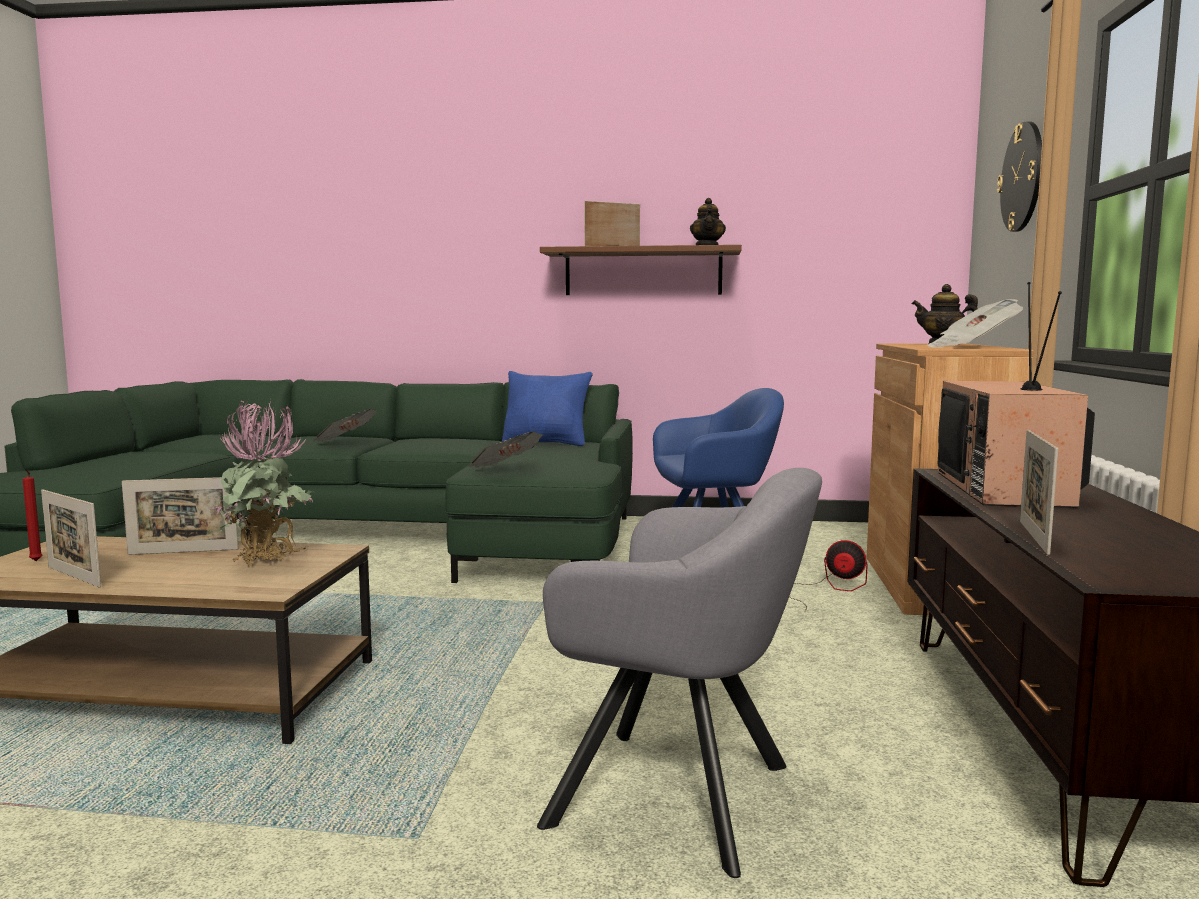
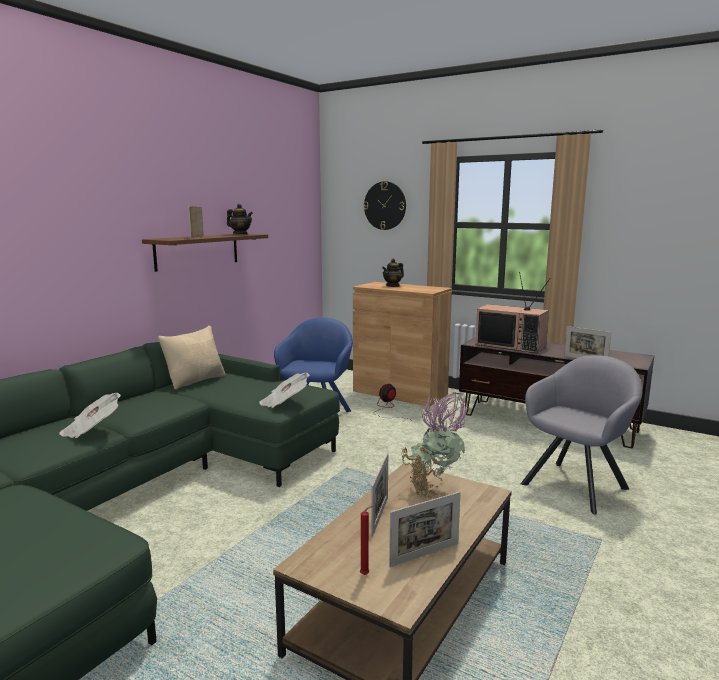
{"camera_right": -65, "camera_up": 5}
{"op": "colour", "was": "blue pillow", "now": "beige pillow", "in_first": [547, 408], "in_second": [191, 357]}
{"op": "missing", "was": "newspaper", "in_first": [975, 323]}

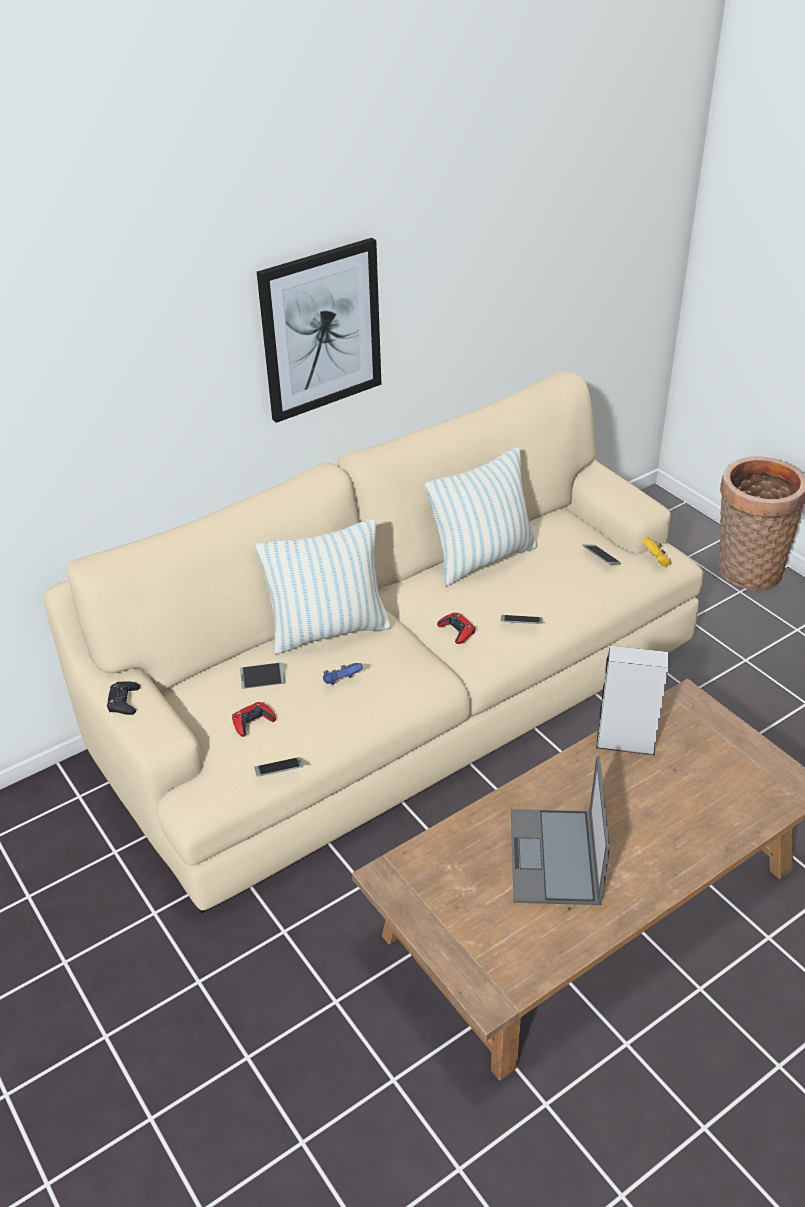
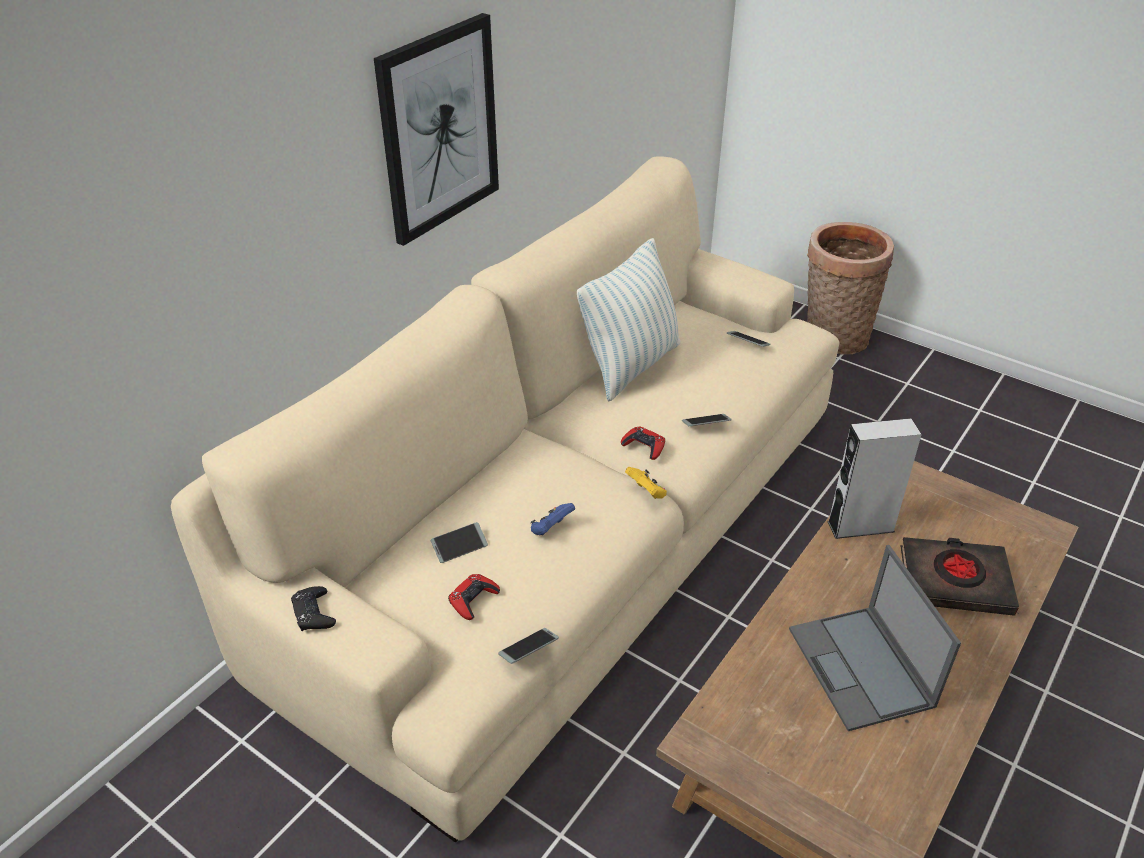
{"camera_right": -20, "camera_up": 0}
{"op": "relocated", "was": "yellow game controller", "in_first": [656, 552], "in_second": [646, 483]}
{"op": "appeared", "now": "black book", "in_second": [960, 576]}
{"op": "missing", "was": "pillow", "in_first": [323, 586]}

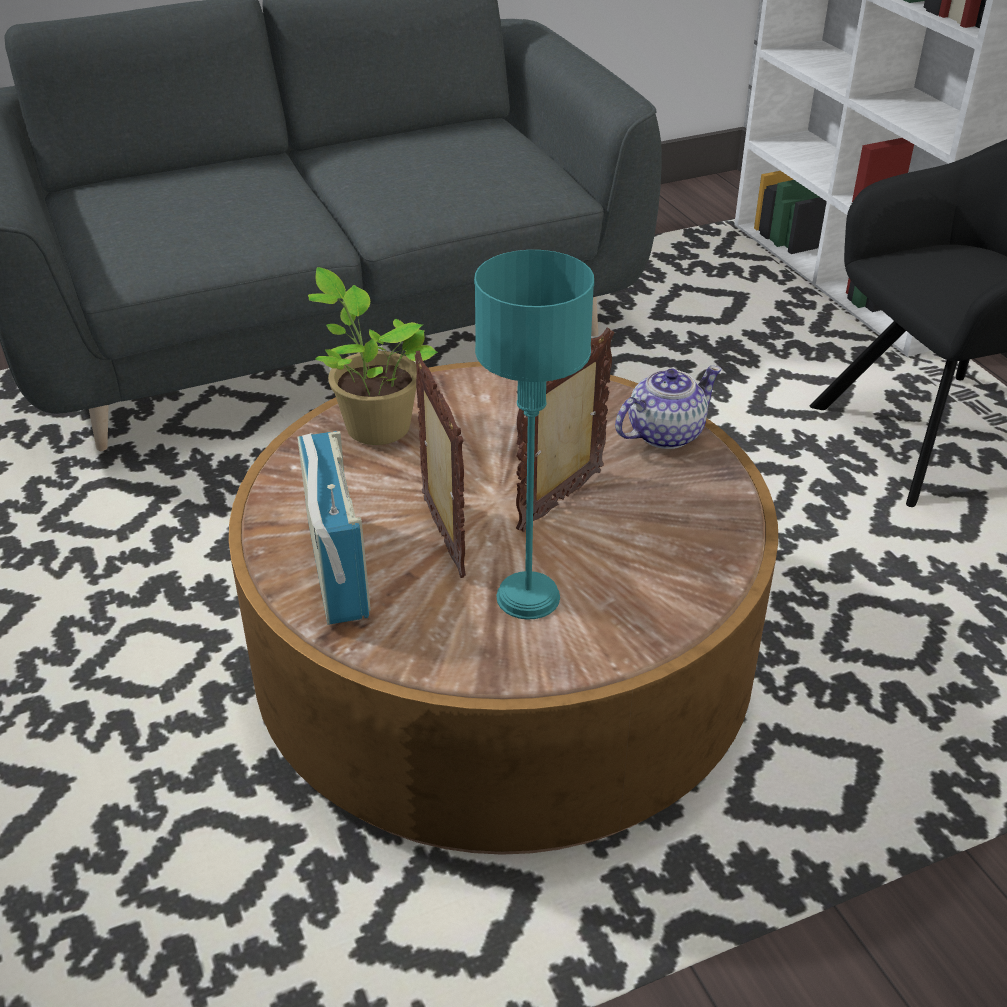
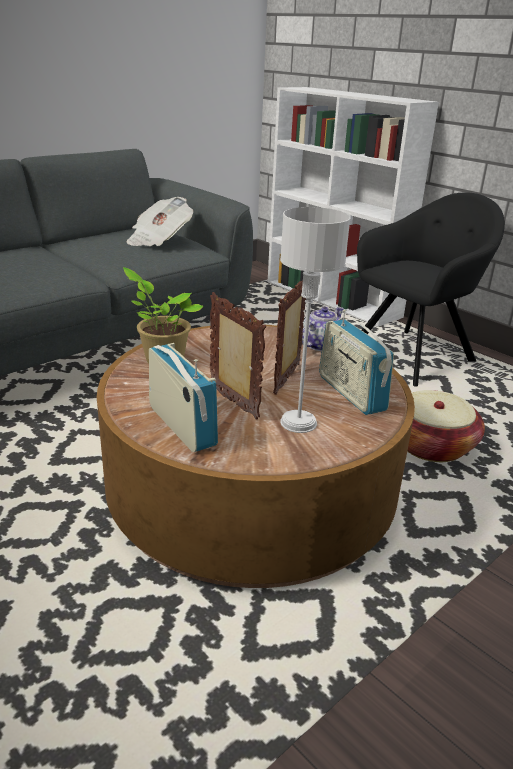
{"camera_right": -20, "camera_up": -10}
{"op": "appeared", "now": "newspaper", "in_second": [160, 221]}
{"op": "colour", "was": "turquoise table lamp", "now": "grey table lamp", "in_first": [534, 435], "in_second": [315, 320]}
{"op": "appeared", "now": "radio", "in_second": [356, 362]}
{"op": "appeared", "now": "basket", "in_second": [446, 426]}

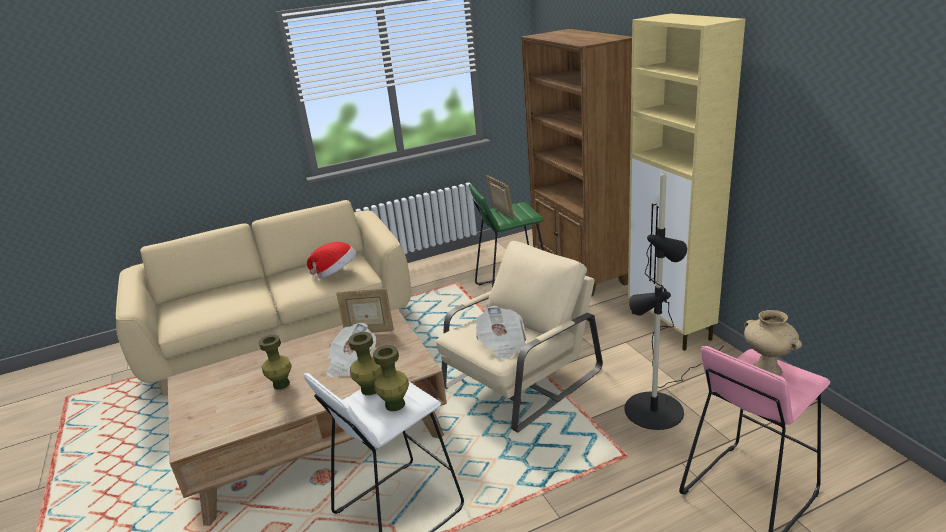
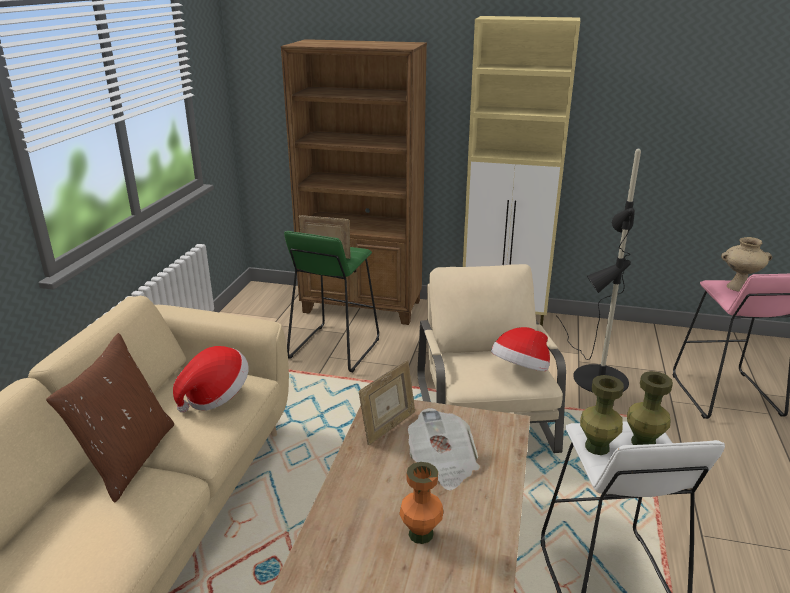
{"camera_right": -55, "camera_up": 0}
{"op": "appeared", "now": "brown pillow", "in_second": [110, 418]}
{"op": "colour", "was": "green vase", "now": "orange vase", "in_first": [275, 362], "in_second": [421, 503]}
{"op": "exchanged", "was": "newspaper", "now": "hat", "in_first": [501, 333], "in_second": [520, 349]}

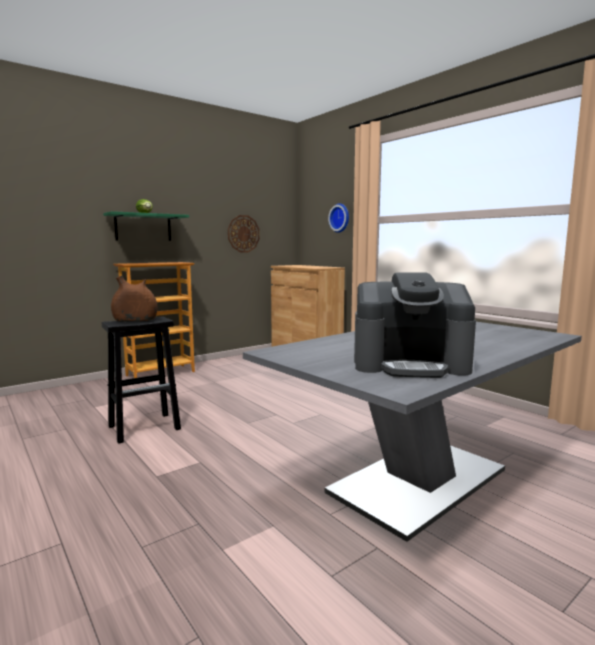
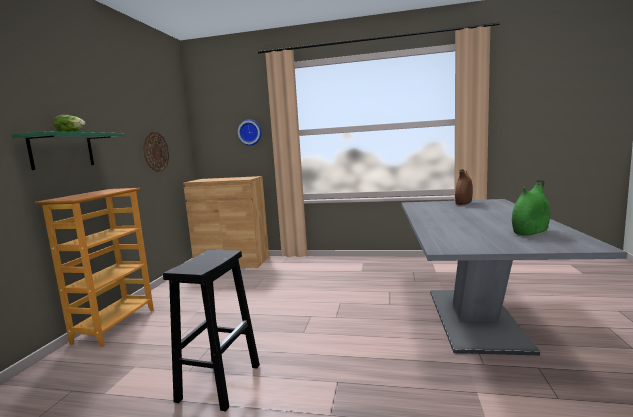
{"camera_right": -40, "camera_up": 0}
{"op": "relocated", "was": "brown vase", "in_first": [134, 299], "in_second": [464, 187]}
{"op": "exchanged", "was": "coffee machine", "now": "green vase", "in_first": [415, 325], "in_second": [531, 207]}

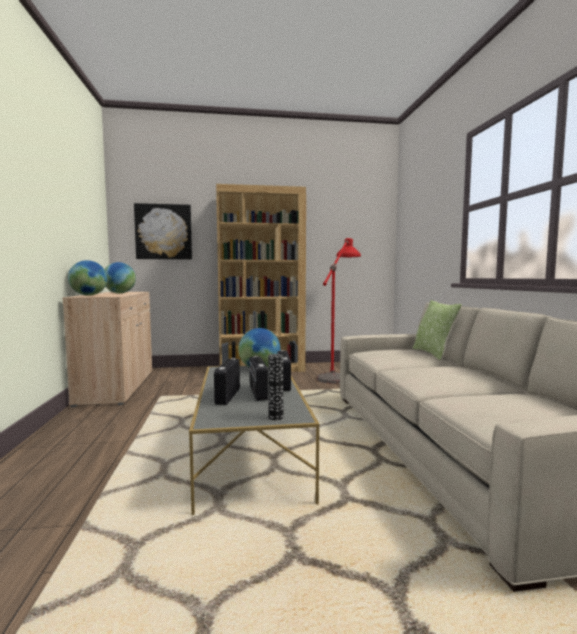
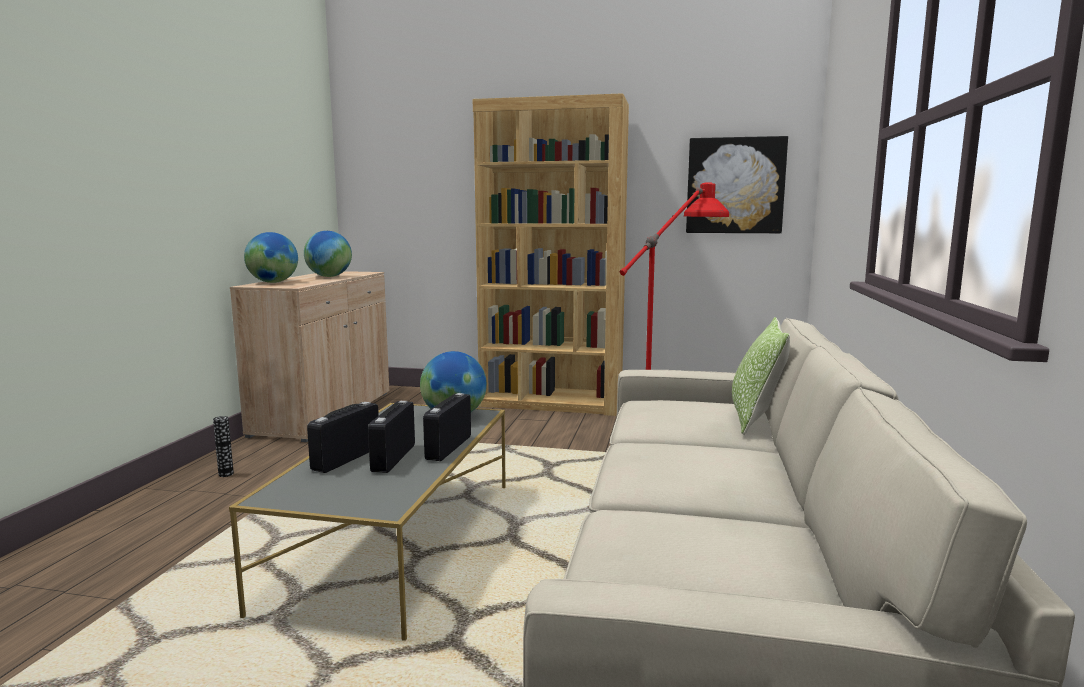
{"camera_right": 20, "camera_up": 5}
{"op": "relocated", "was": "vase", "in_first": [275, 387], "in_second": [223, 446]}
{"op": "relocated", "was": "picture", "in_first": [163, 231], "in_second": [737, 184]}

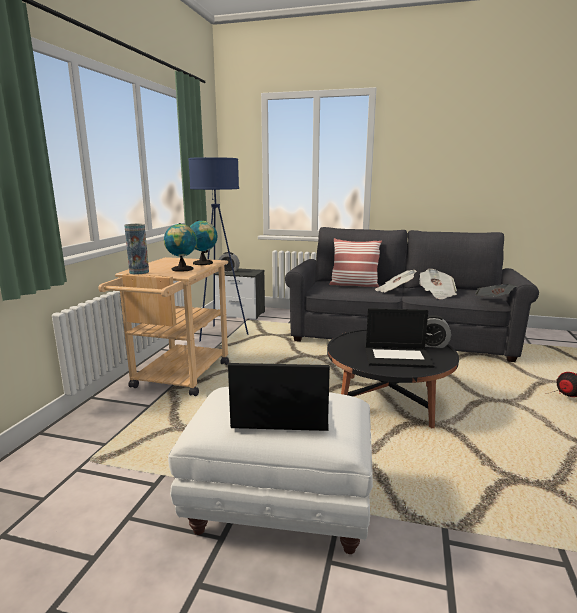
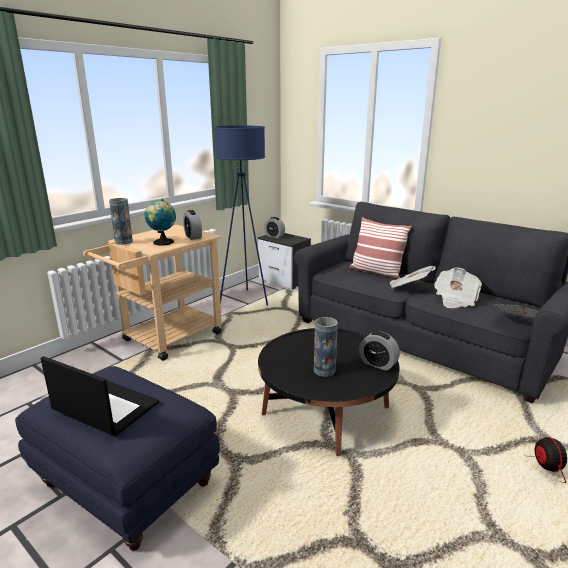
{"camera_right": 25, "camera_up": 5}
{"op": "colour", "was": "white ottoman", "now": "blue ottoman", "in_first": [270, 470], "in_second": [117, 458]}
{"op": "exchanged", "was": "globe", "now": "alarm clock", "in_first": [204, 242], "in_second": [192, 225]}
{"op": "exchanged", "was": "laptop", "now": "vase", "in_first": [400, 338], "in_second": [326, 347]}

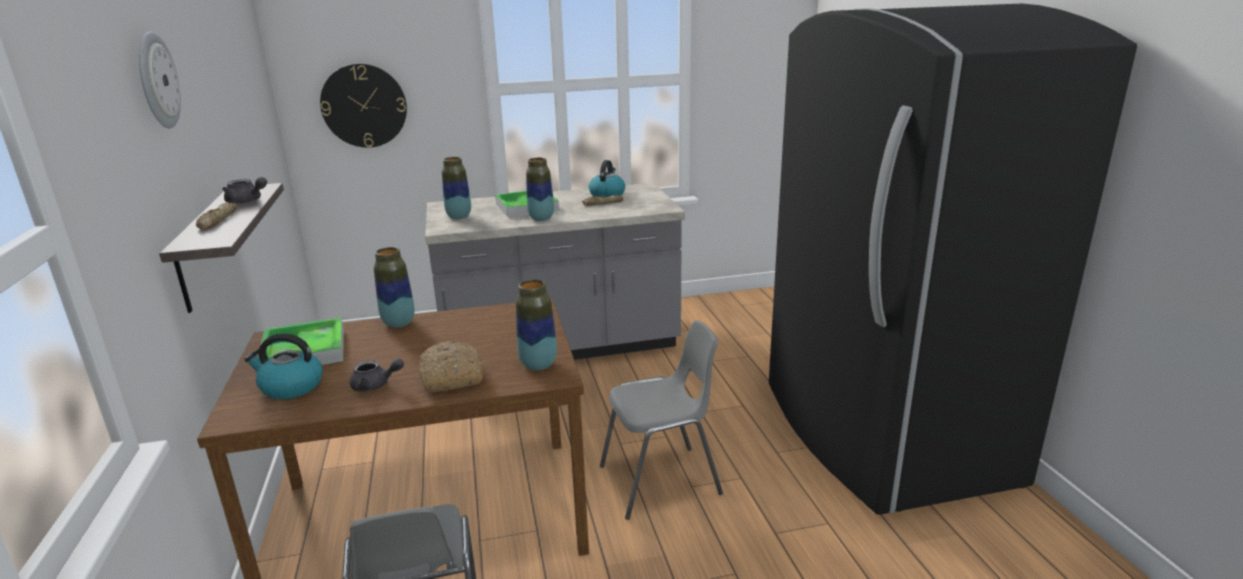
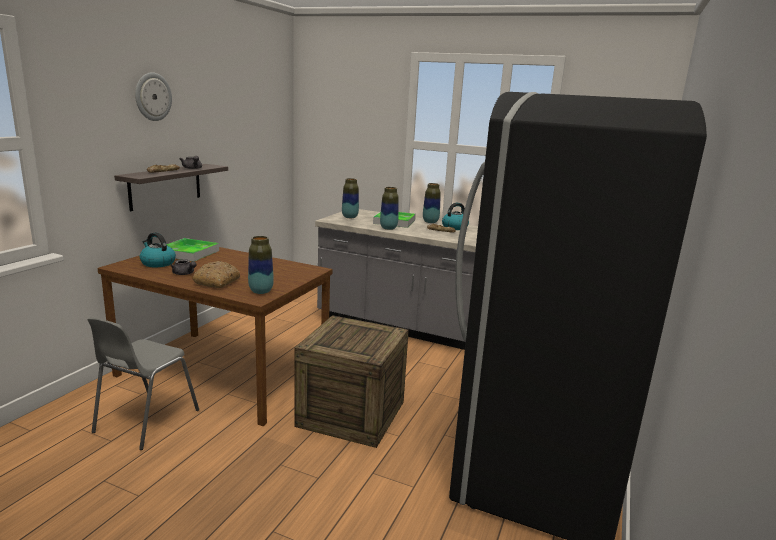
{"camera_right": 35, "camera_up": -5}
{"op": "exchanged", "was": "grey chair", "now": "crate", "in_first": [661, 420], "in_second": [351, 381]}
{"op": "relocated", "was": "vase", "in_first": [394, 287], "in_second": [432, 203]}
{"op": "missing", "was": "wall clock", "in_first": [363, 106]}

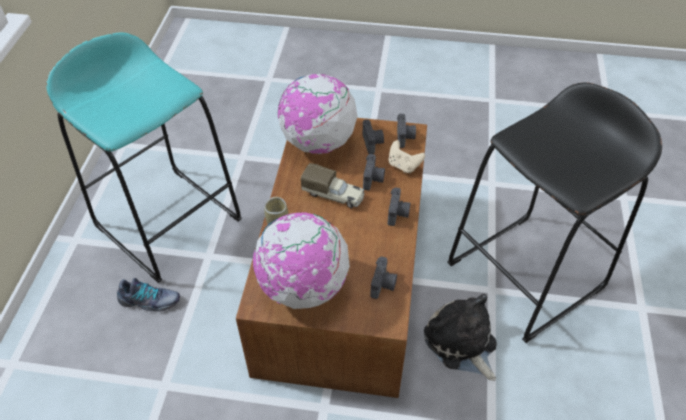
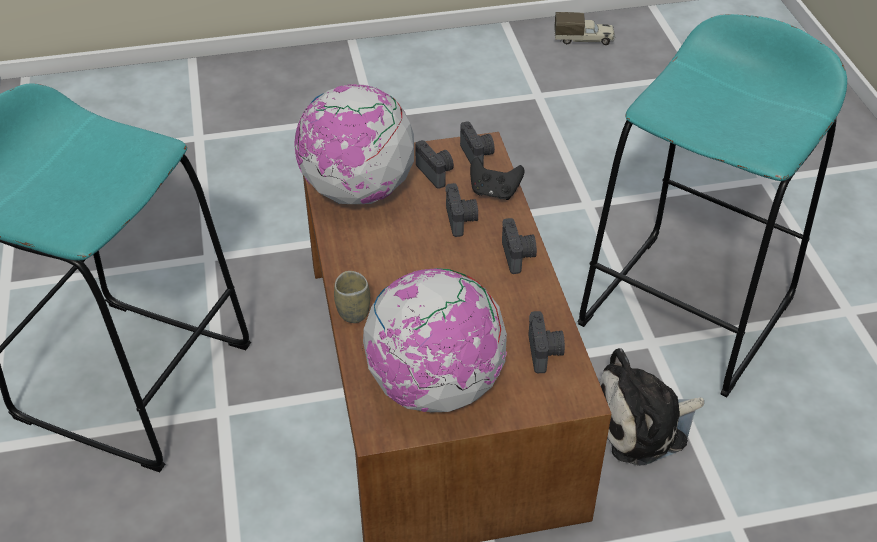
{"camera_right": -20, "camera_up": -5}
{"op": "colour", "was": "beige game controller", "now": "black game controller", "in_first": [407, 156], "in_second": [497, 178]}
{"op": "relocated", "was": "toy truck", "in_first": [332, 186], "in_second": [584, 28]}
{"op": "colour", "was": "black stool", "now": "turquoise stool", "in_first": [555, 212], "in_second": [712, 205]}
{"op": "spun", "was": "plush toy", "in_first": [460, 337], "in_second": [652, 407], "clockwise": -60}
{"op": "missing", "was": "shoe", "in_first": [148, 295]}

